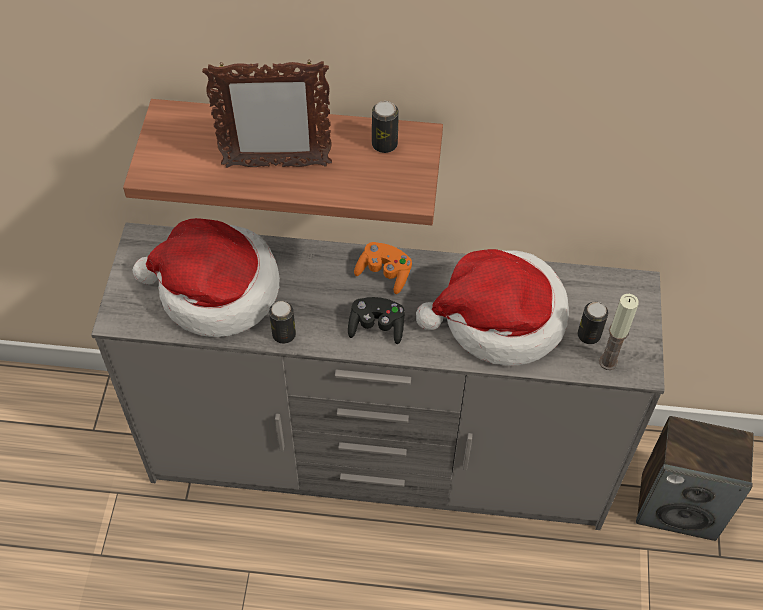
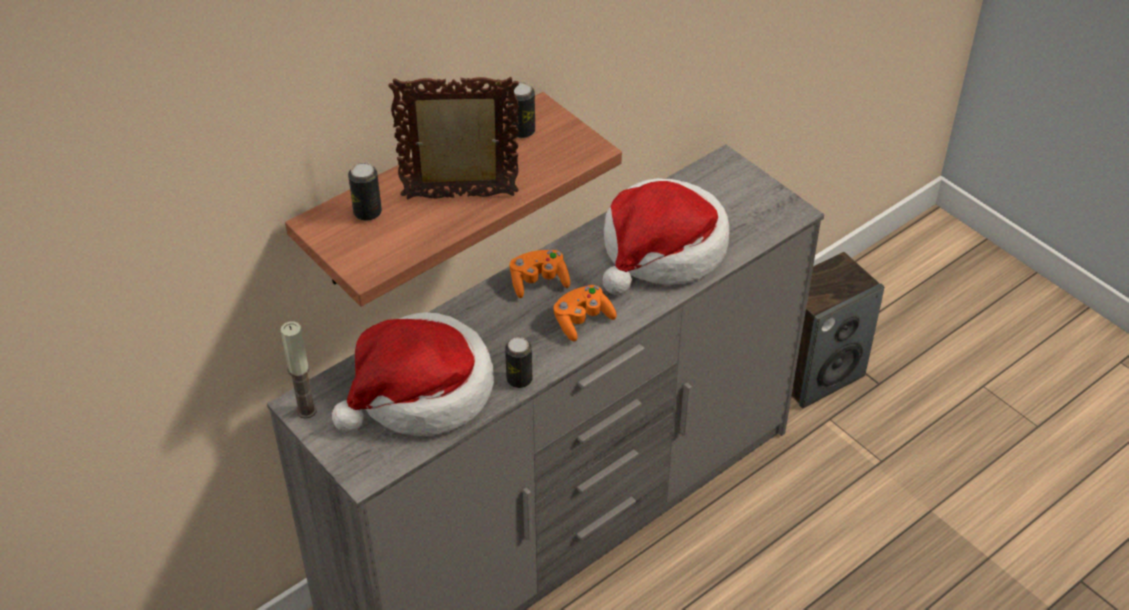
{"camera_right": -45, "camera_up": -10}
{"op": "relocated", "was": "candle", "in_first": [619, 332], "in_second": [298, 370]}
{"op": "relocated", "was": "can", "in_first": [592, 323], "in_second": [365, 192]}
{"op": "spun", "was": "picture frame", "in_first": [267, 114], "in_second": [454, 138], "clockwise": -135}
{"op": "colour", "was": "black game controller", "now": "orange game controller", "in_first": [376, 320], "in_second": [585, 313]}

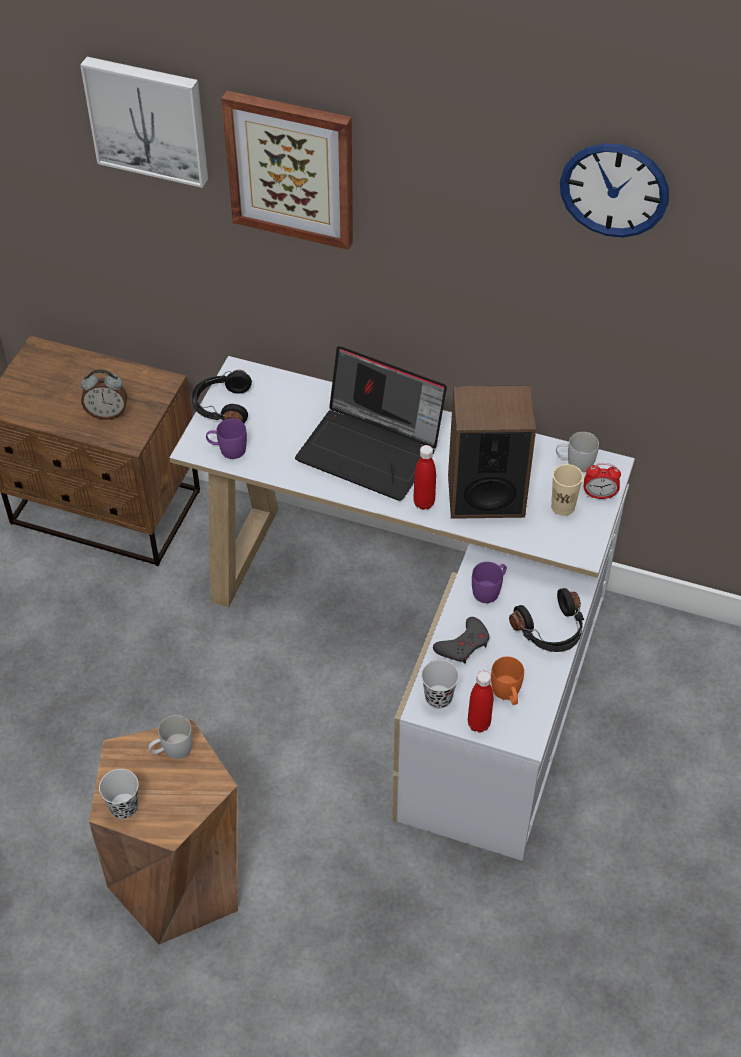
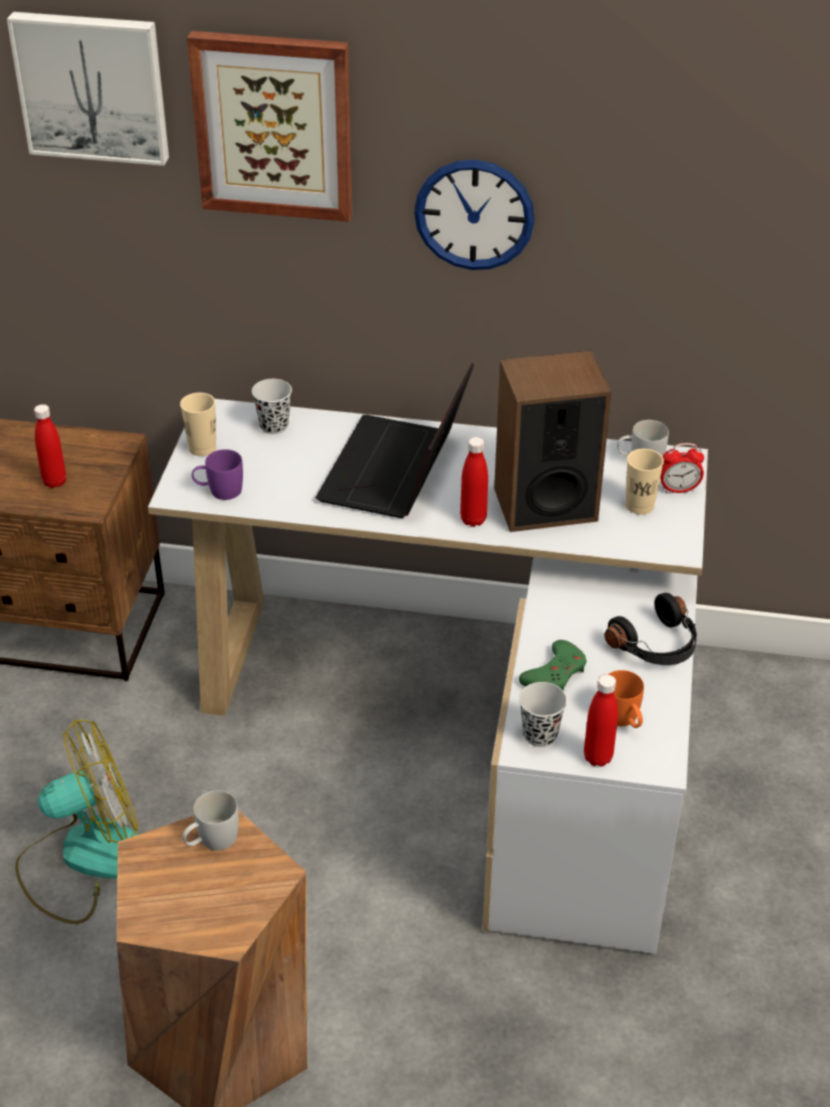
{"camera_right": -10, "camera_up": -10}
{"op": "appeared", "now": "fan", "in_second": [76, 822]}
{"op": "exchanged", "was": "alarm clock", "now": "red bottle", "in_first": [104, 394], "in_second": [50, 446]}
{"op": "exchanged", "was": "black headphones", "now": "beige cup", "in_first": [222, 396], "in_second": [198, 424]}
{"op": "relocated", "was": "black cup", "in_first": [119, 794], "in_second": [272, 406]}
{"op": "spun", "was": "laptop", "in_first": [371, 423], "in_second": [394, 440], "clockwise": 90}
{"op": "relocated", "was": "wall clock", "in_first": [614, 190], "in_second": [474, 215]}
{"op": "colour", "was": "grey game controller", "now": "green game controller", "in_first": [461, 640], "in_second": [552, 665]}
{"op": "missing", "was": "purple mug", "in_first": [489, 582]}

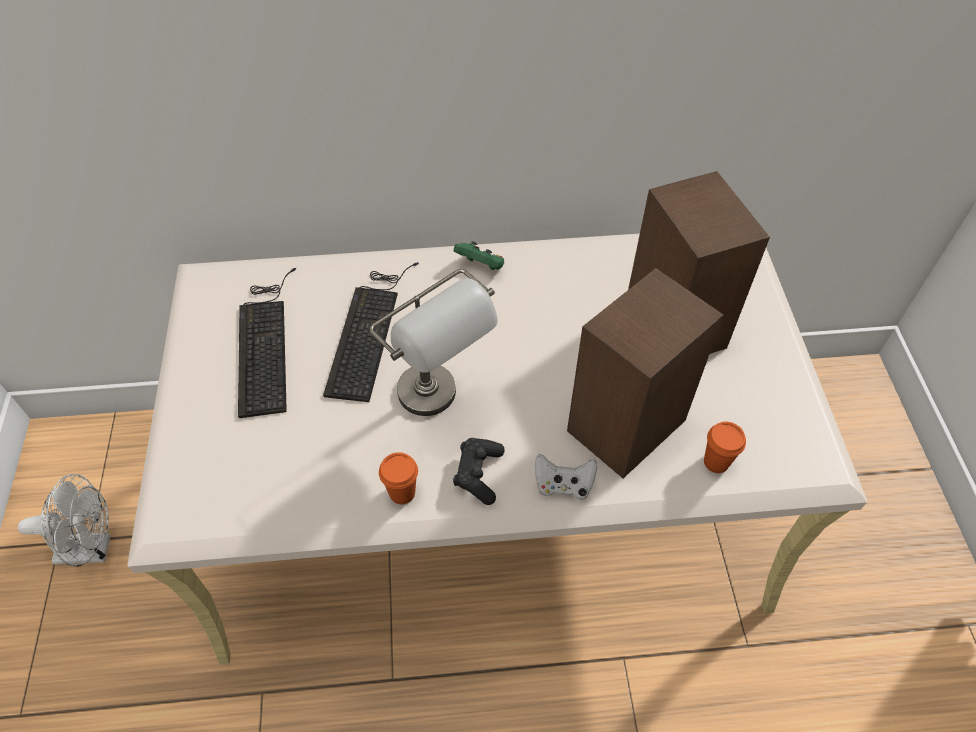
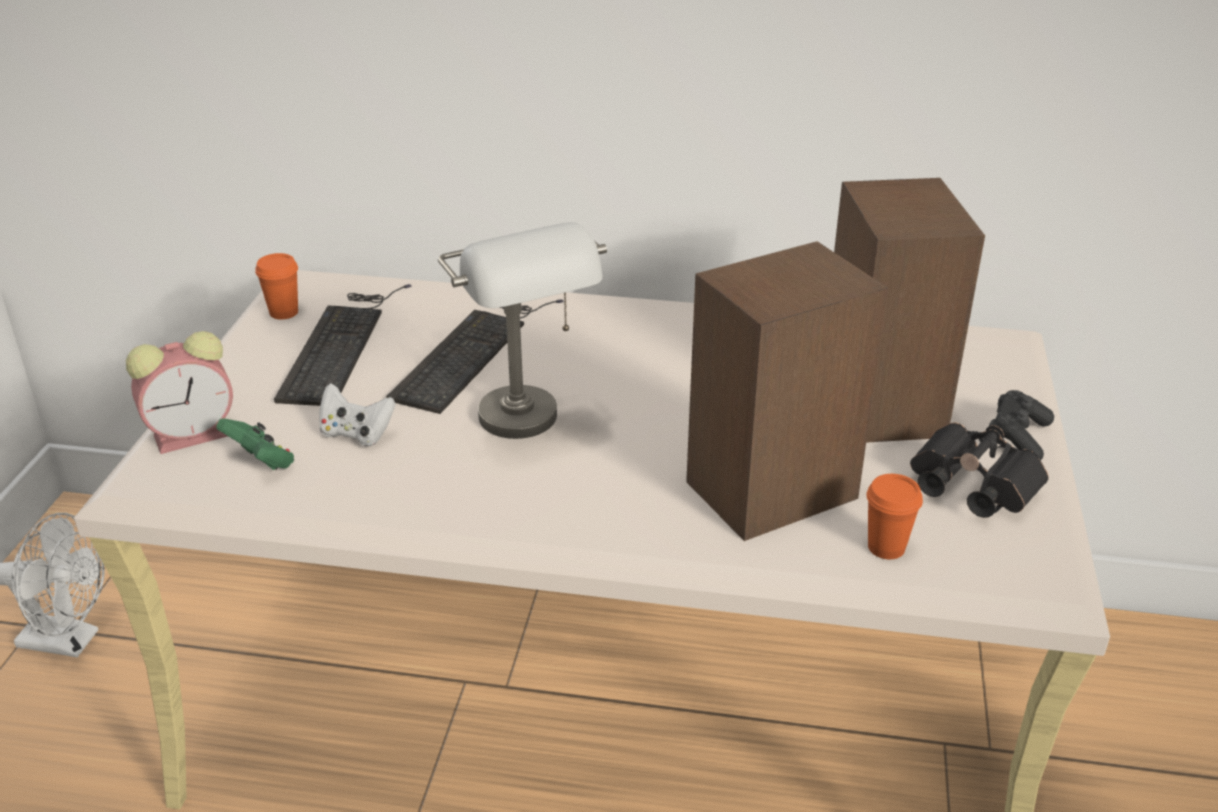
{"camera_right": 15, "camera_up": -20}
{"op": "appeared", "now": "alarm clock", "in_second": [179, 392]}
{"op": "relocated", "was": "green game controller", "in_first": [479, 255], "in_second": [255, 444]}
{"op": "relocated", "was": "orange cup", "in_first": [398, 478], "in_second": [276, 286]}
{"op": "relocated", "was": "white game controller", "in_first": [566, 476], "in_second": [357, 414]}
{"op": "appeared", "now": "black binoculars", "in_second": [979, 470]}
{"op": "relocated", "was": "black game controller", "in_first": [479, 471], "in_second": [1021, 425]}

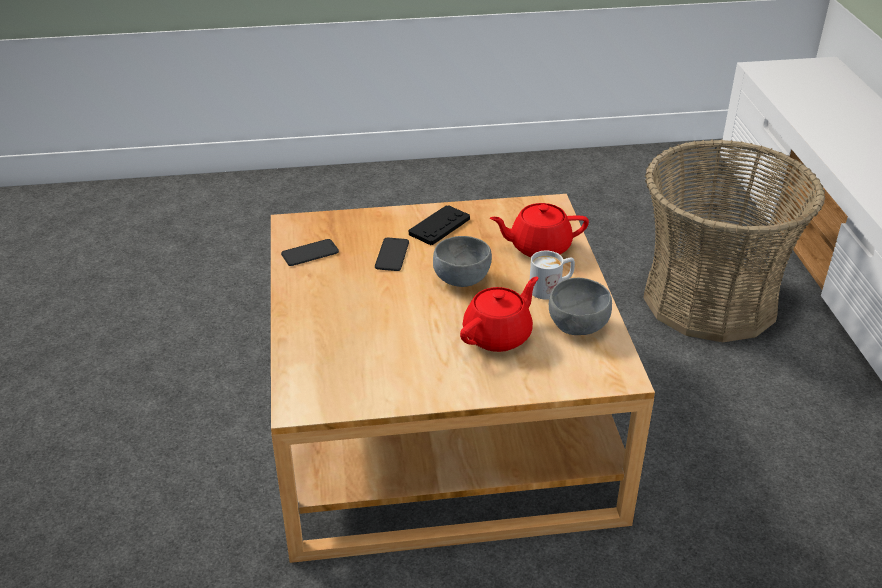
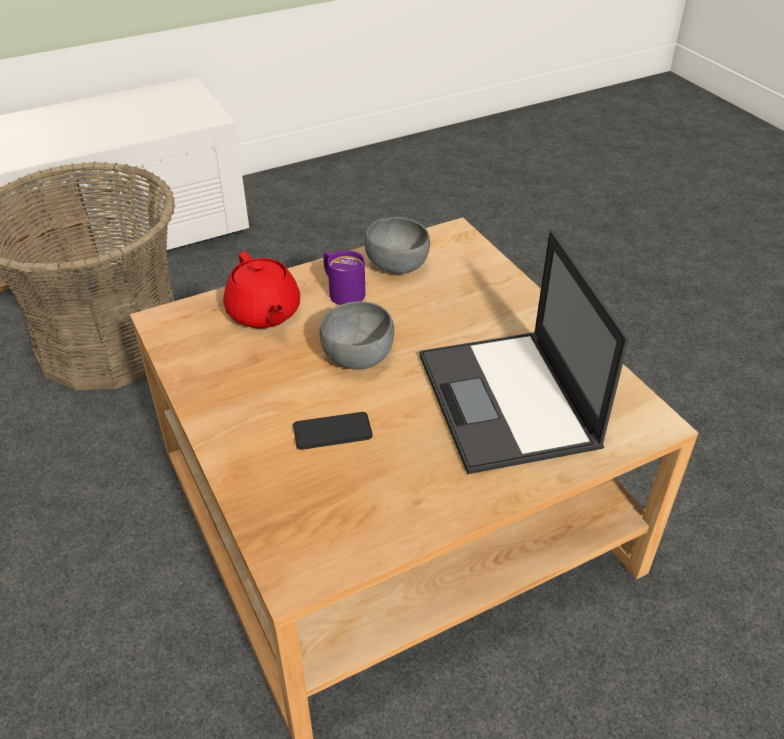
{"camera_right": -110, "camera_up": 5}
{"op": "colour", "was": "white mug", "now": "purple mug", "in_first": [552, 275], "in_second": [344, 277]}
{"op": "appeared", "now": "laptop", "in_second": [524, 352]}
{"op": "missing", "was": "phone", "in_first": [310, 252]}
{"op": "missing", "was": "black game controller", "in_first": [439, 225]}
{"op": "missing", "was": "red teapot", "in_first": [499, 314]}

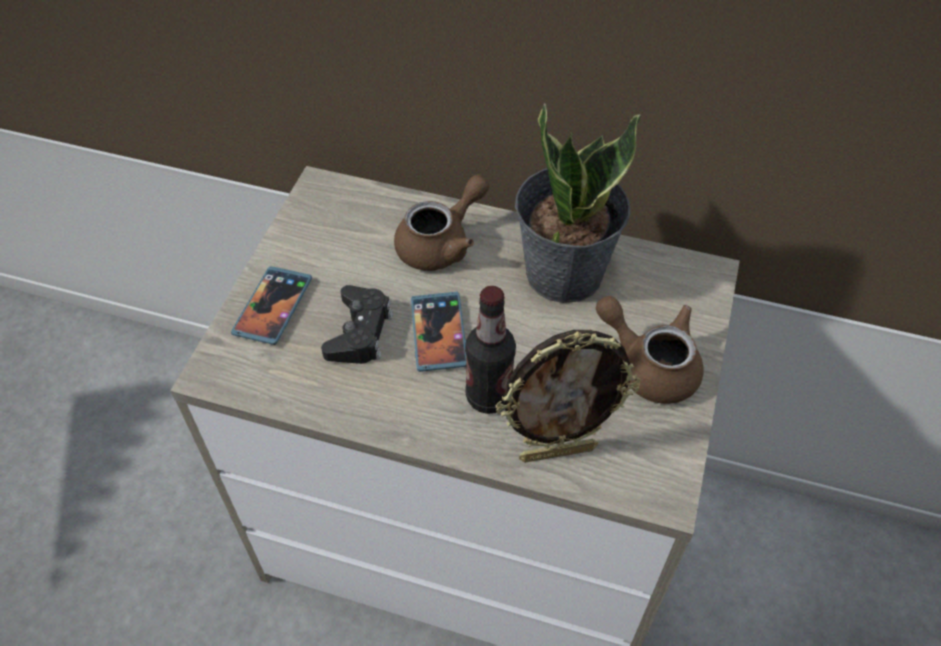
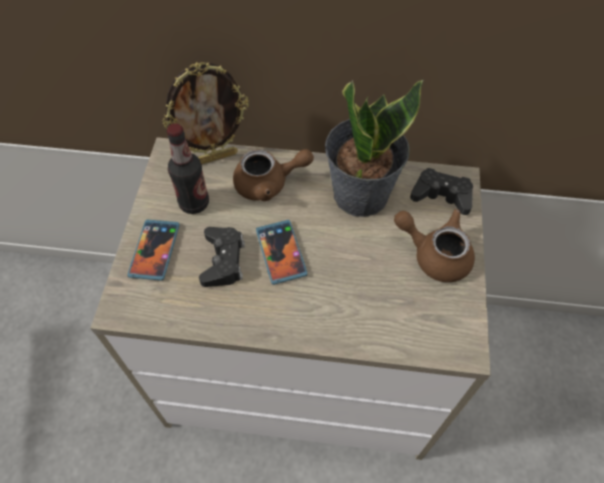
{"camera_right": -10, "camera_up": 5}
{"op": "relocated", "was": "picture frame", "in_first": [568, 396], "in_second": [206, 113]}
{"op": "relocated", "was": "bottle", "in_first": [490, 350], "in_second": [188, 169]}
{"op": "spun", "was": "brown teapot", "in_first": [441, 223], "in_second": [273, 175], "clockwise": 45}
{"op": "appeared", "now": "black game controller", "in_second": [441, 191]}

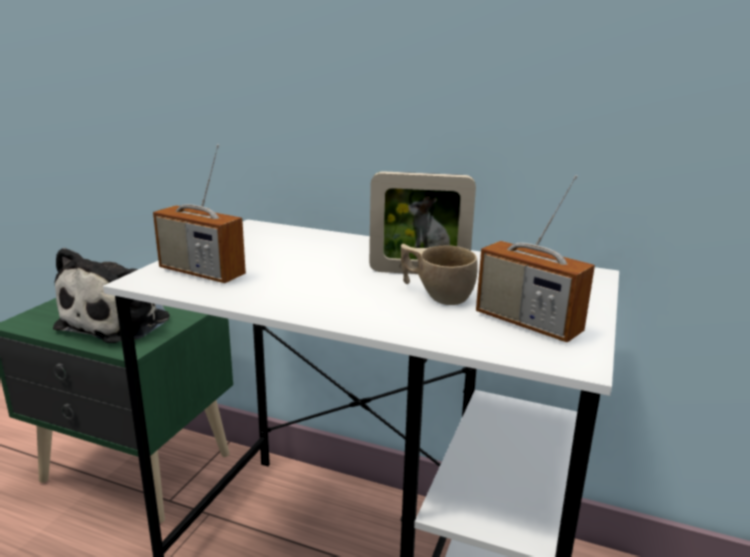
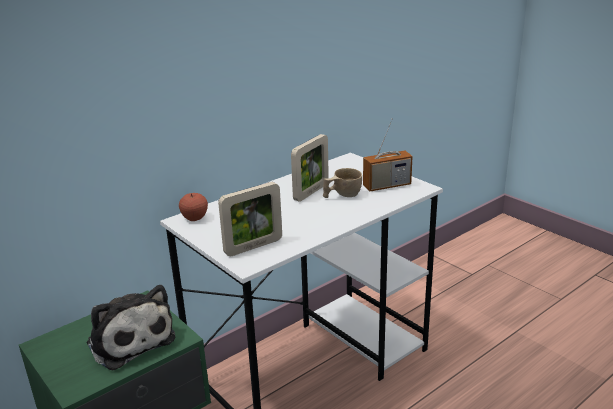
{"camera_right": -60, "camera_up": 5}
{"op": "appeared", "now": "apple", "in_second": [193, 207]}
{"op": "exchanged", "was": "radio", "now": "picture frame", "in_first": [199, 213], "in_second": [250, 219]}

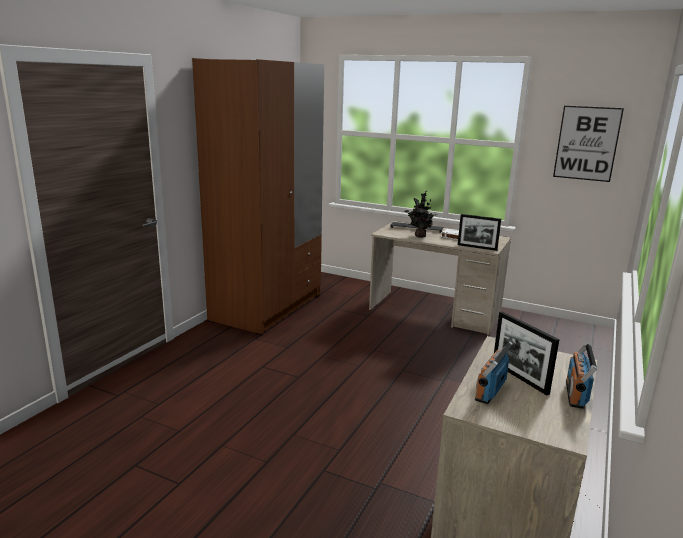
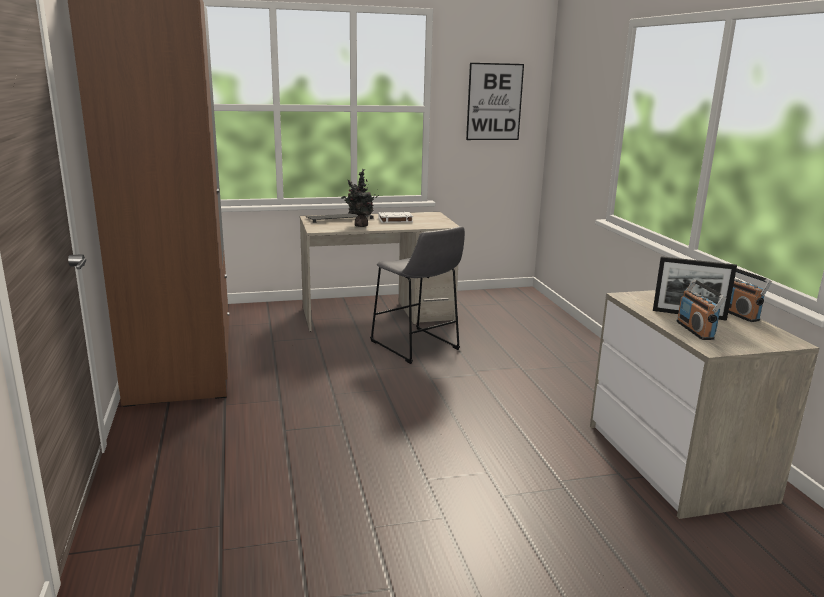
{"camera_right": -40, "camera_up": 0}
{"op": "appeared", "now": "grey stool", "in_second": [417, 295]}
{"op": "missing", "was": "picture frame", "in_first": [479, 232]}

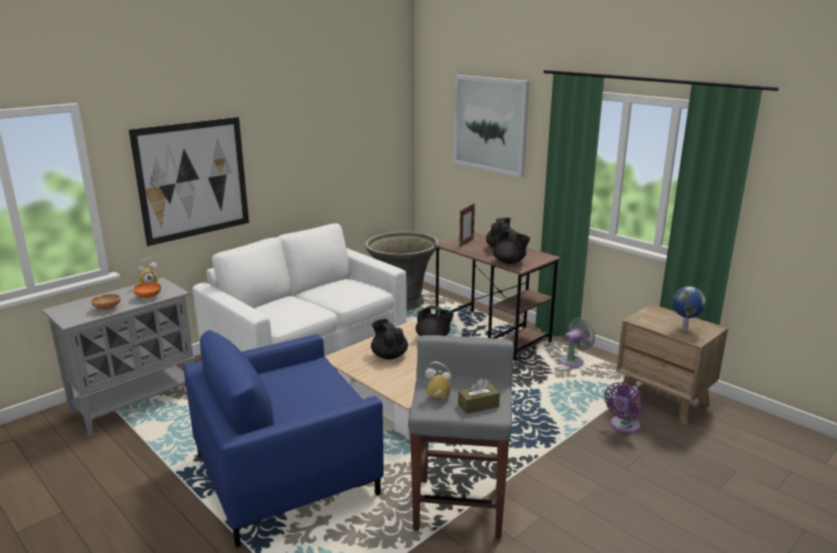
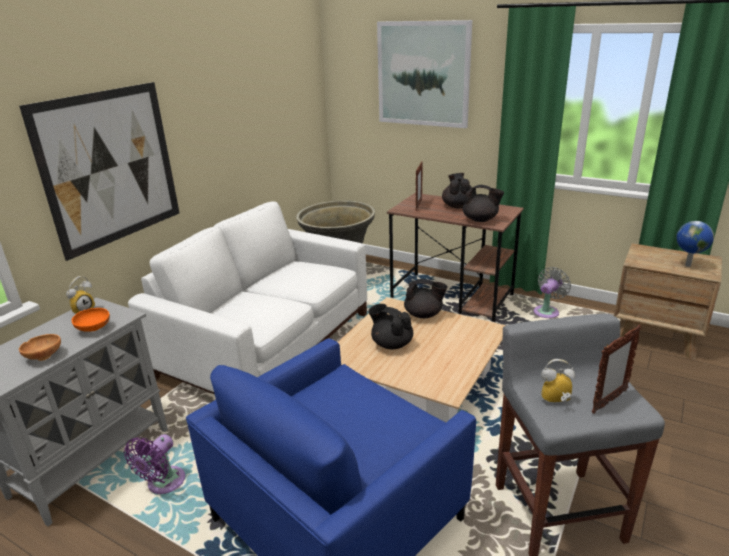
{"camera_right": -15, "camera_up": 5}
{"op": "relocated", "was": "purple fan", "in_first": [623, 407], "in_second": [154, 464]}
{"op": "exchanged", "was": "brown tissue box", "now": "picture frame", "in_first": [479, 396], "in_second": [616, 369]}

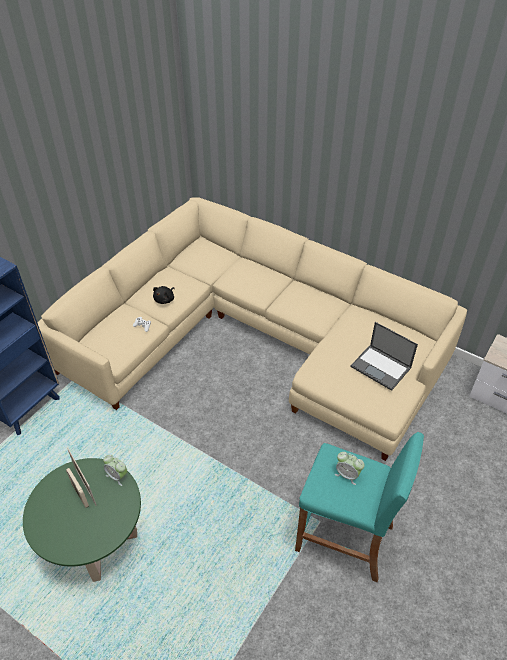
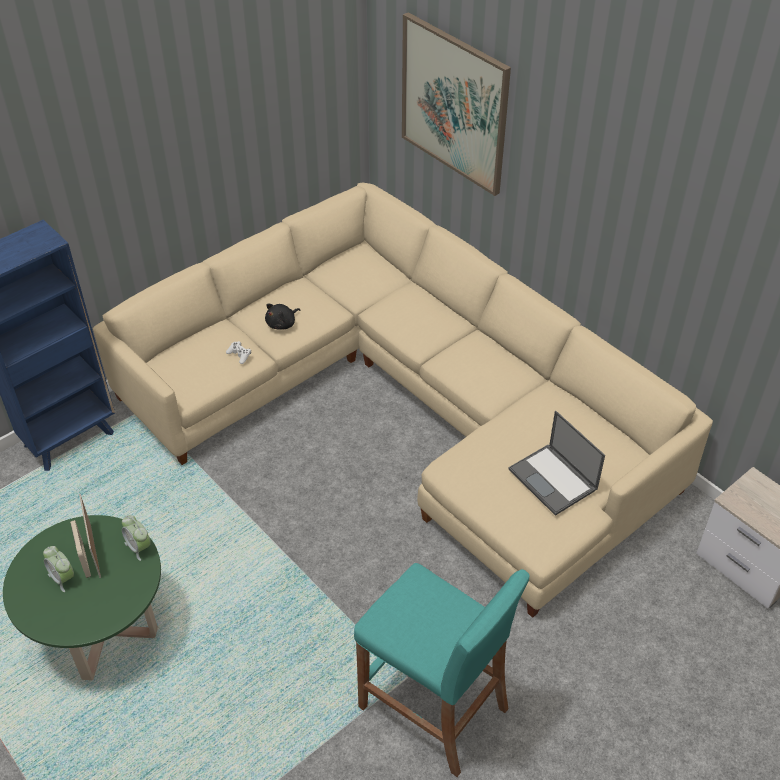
{"camera_right": 15, "camera_up": 0}
{"op": "relocated", "was": "alarm clock", "in_first": [349, 468], "in_second": [58, 569]}
{"op": "appeared", "now": "picture", "in_second": [456, 104]}

